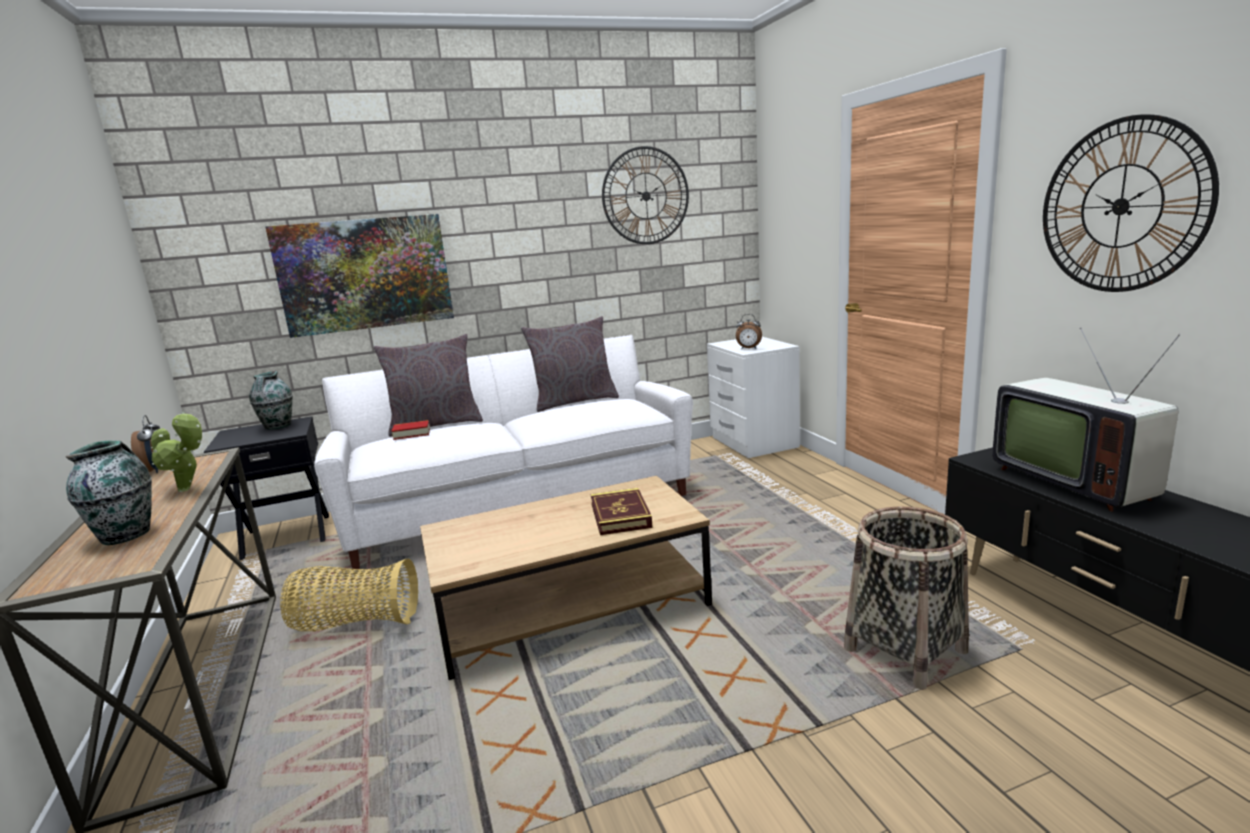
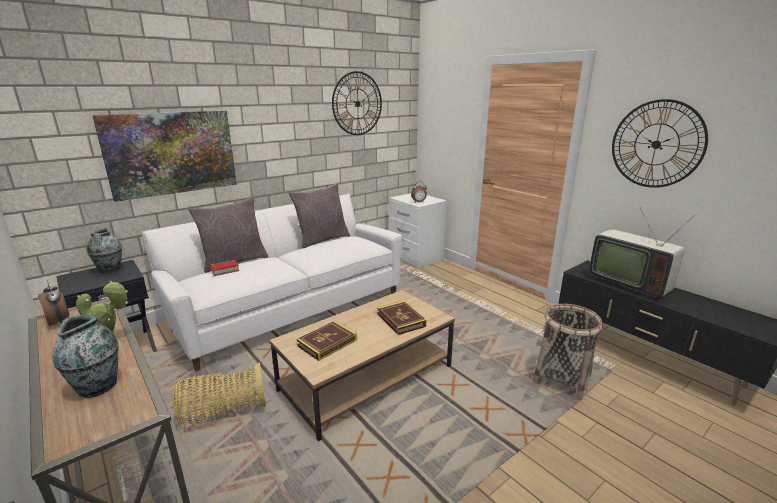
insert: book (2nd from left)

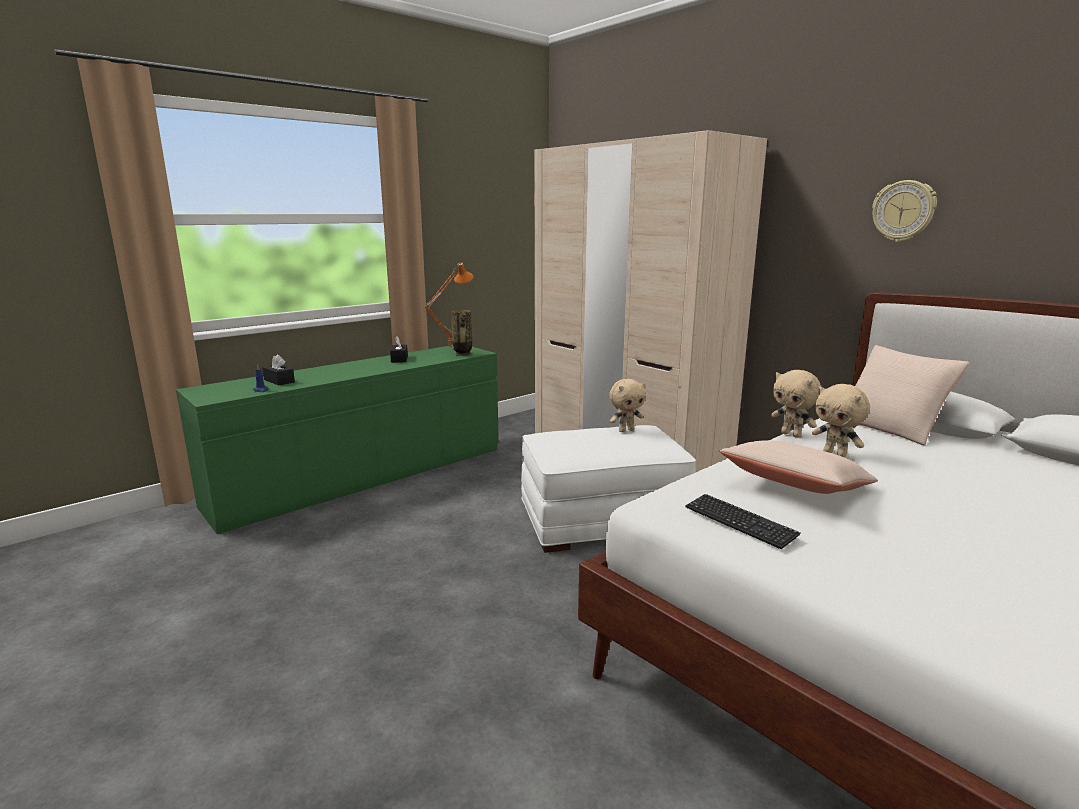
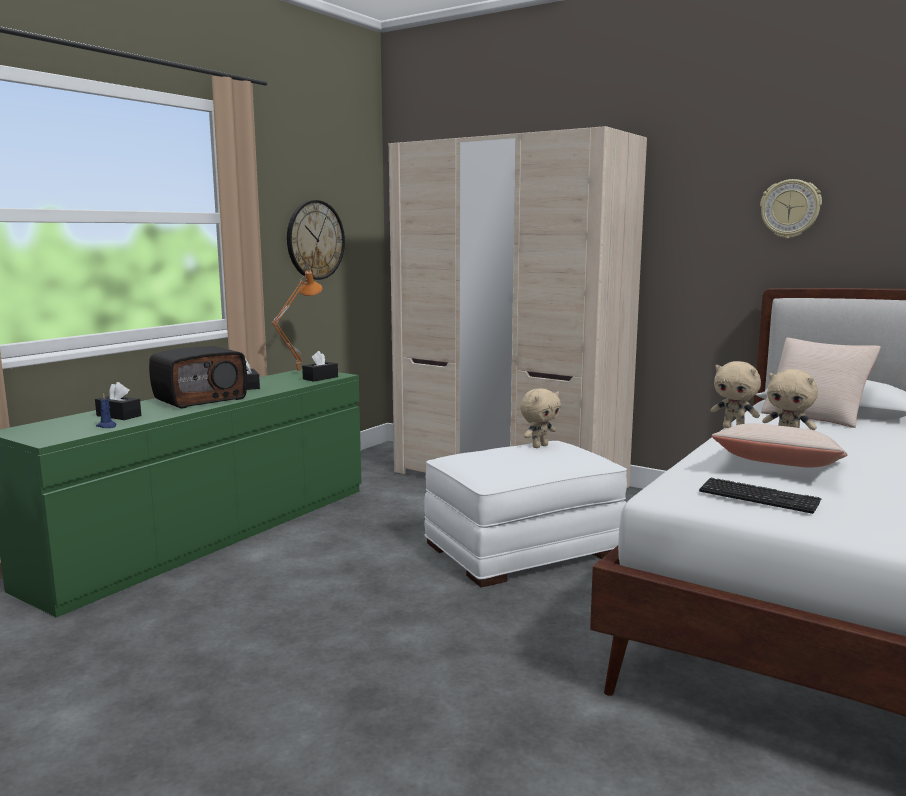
insert: wall clock (1st from left); radio set
replace: flower vase to black-coloured tissue box (3rd from left)

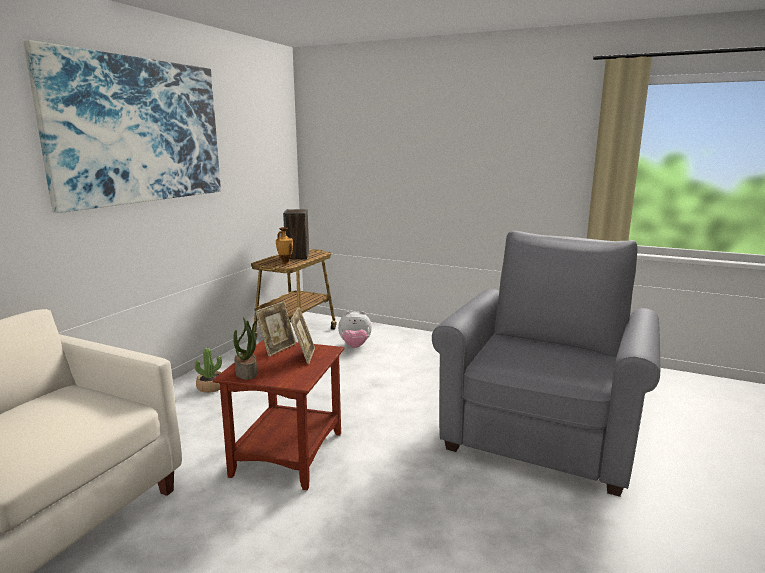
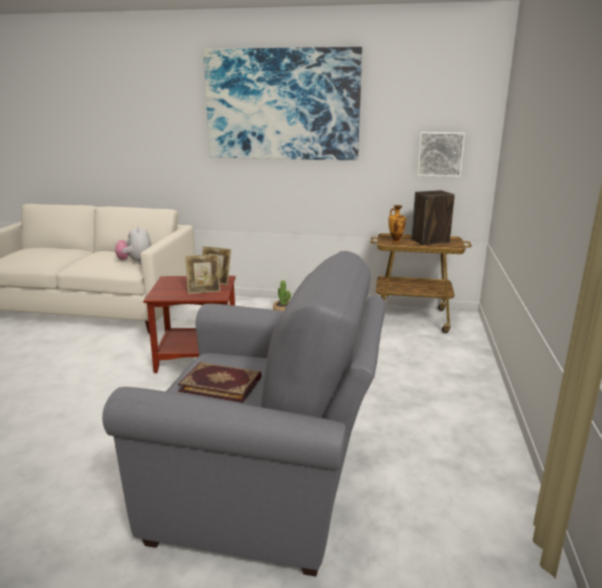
delete: plant in a pot (2nd from left)
insert: picture (2nd from left); book
move: plush toy

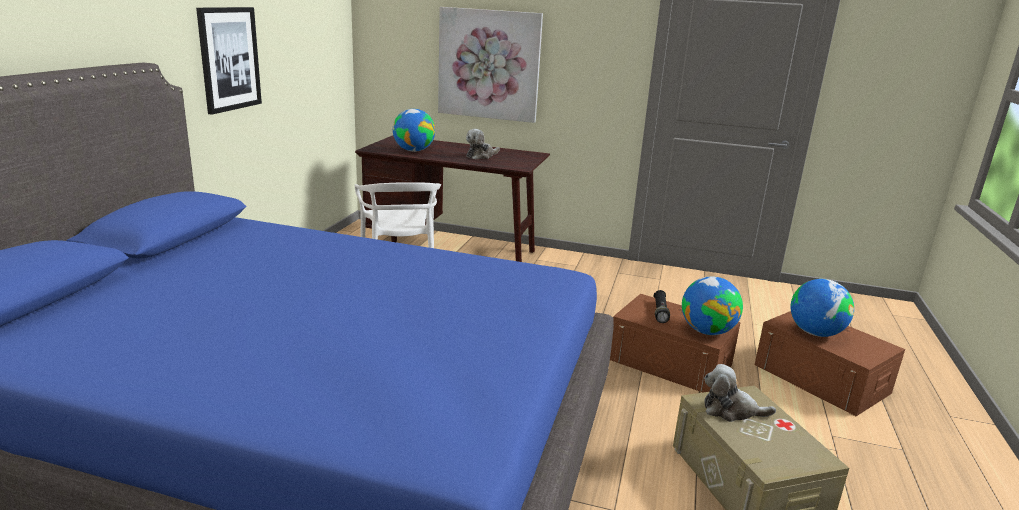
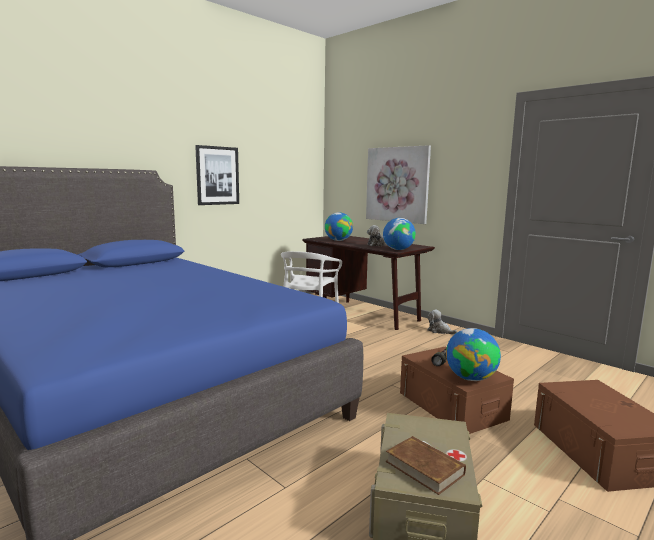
insert: brown-coloured book
move: desk globe (3rd from left in the first image) to desk globe (2nd from left); plush toy (2nd from left)

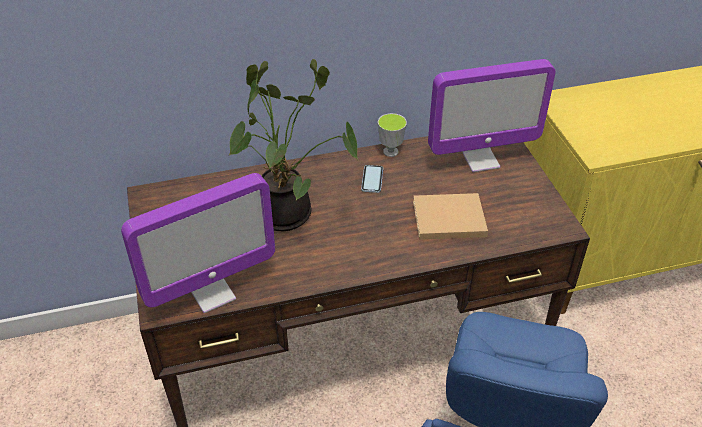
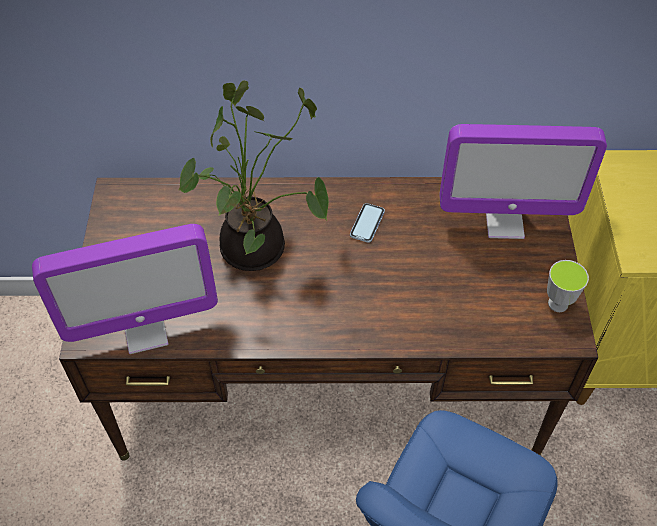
delete: beige book
move: drinking cup

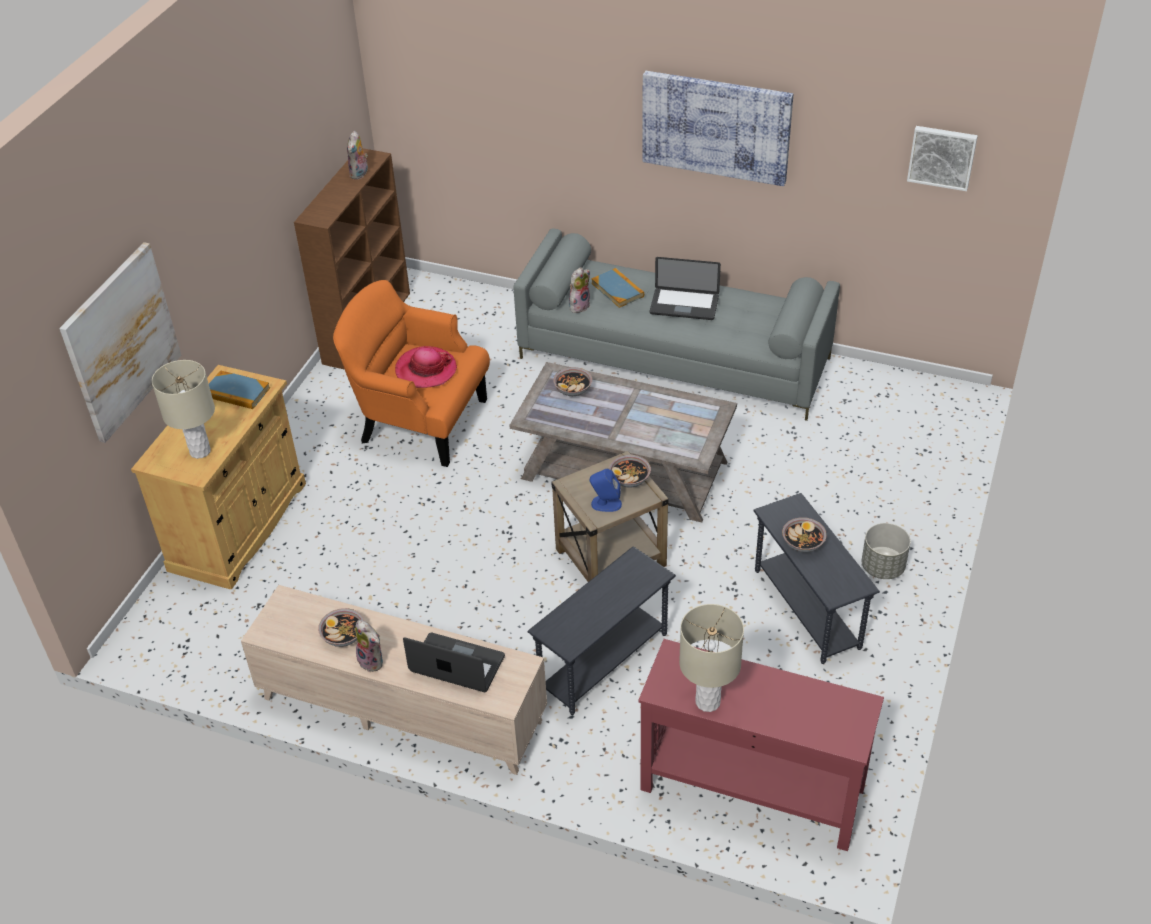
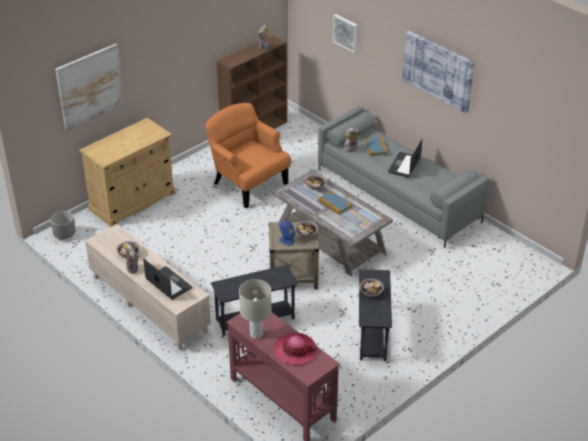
delete: beige lamp for a table (1st from left)
move: picture (3rd from left in the first image) to picture (2nd from left); hat; book (1st from left); greyish plant pot
rotate: notebook computer (2nd from left) 75 degrees clockwise

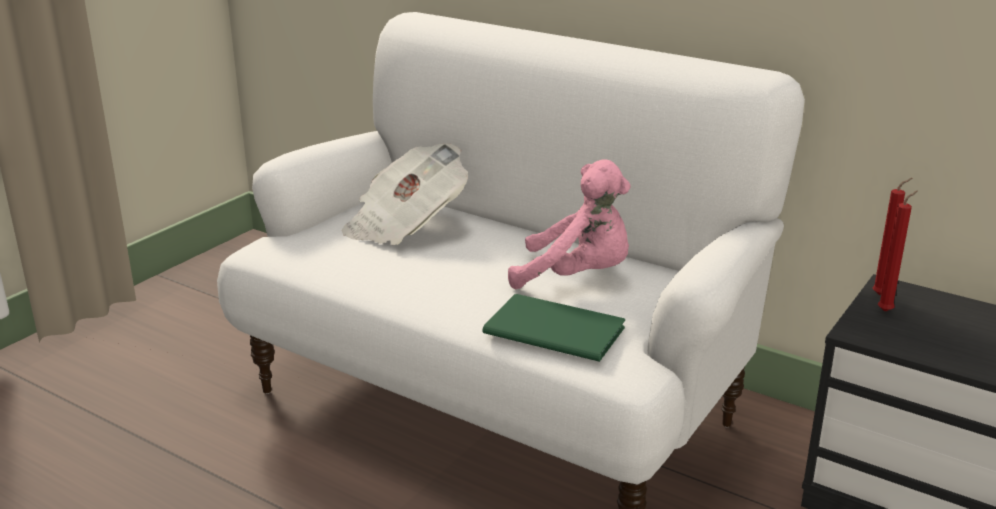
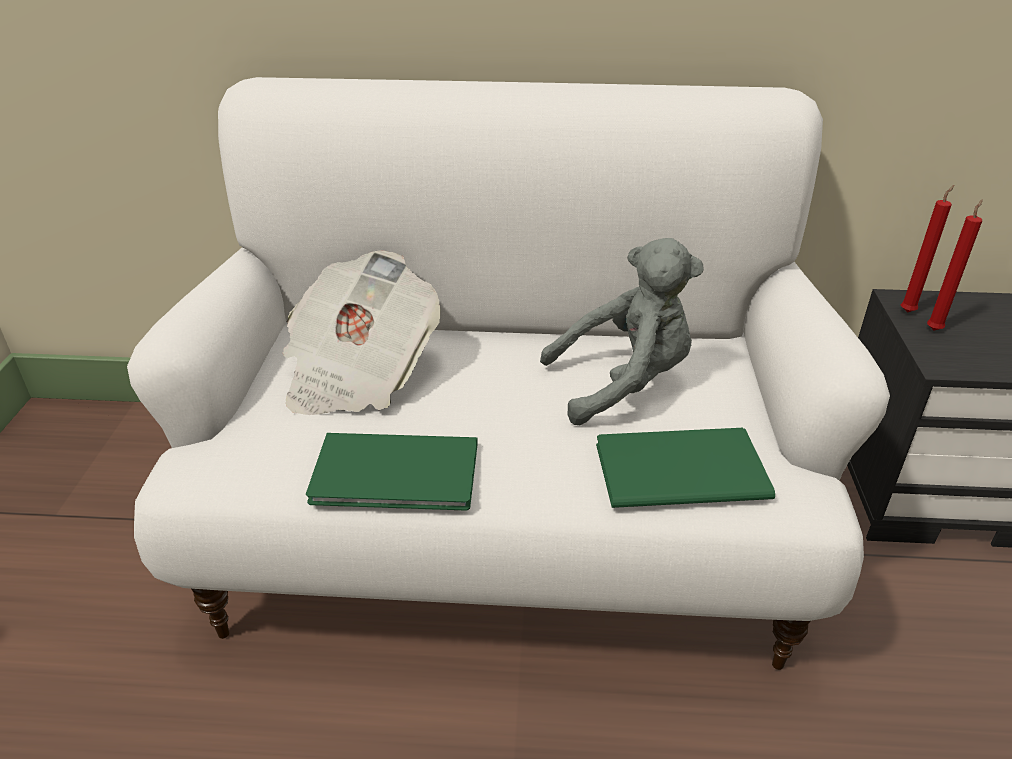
insert: greenish book (1st from left)
recolor: pink-coloured plush toy to greyish plush toy

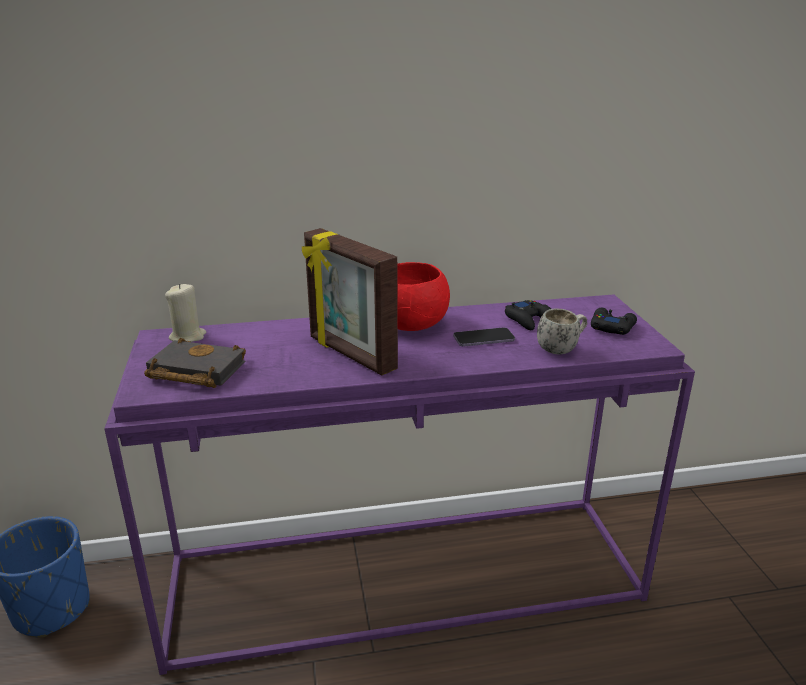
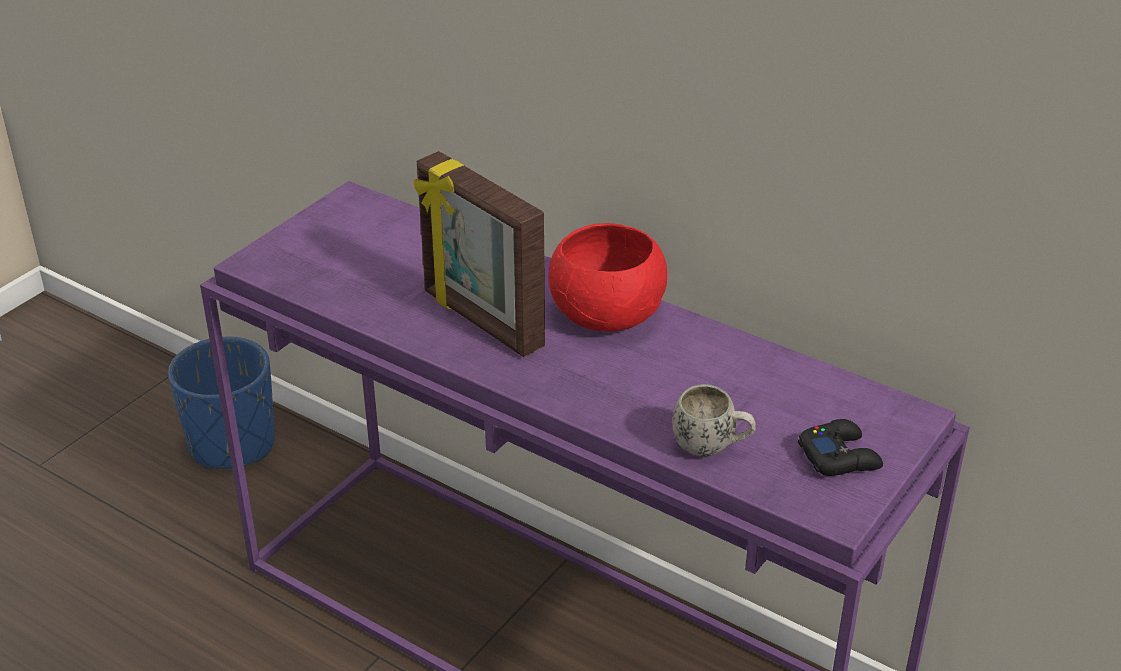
delete: beige candle; black-coloured game controller (1st from left); phone; black-coloured book
rotate: photo frame 45 degrees counterclockwise

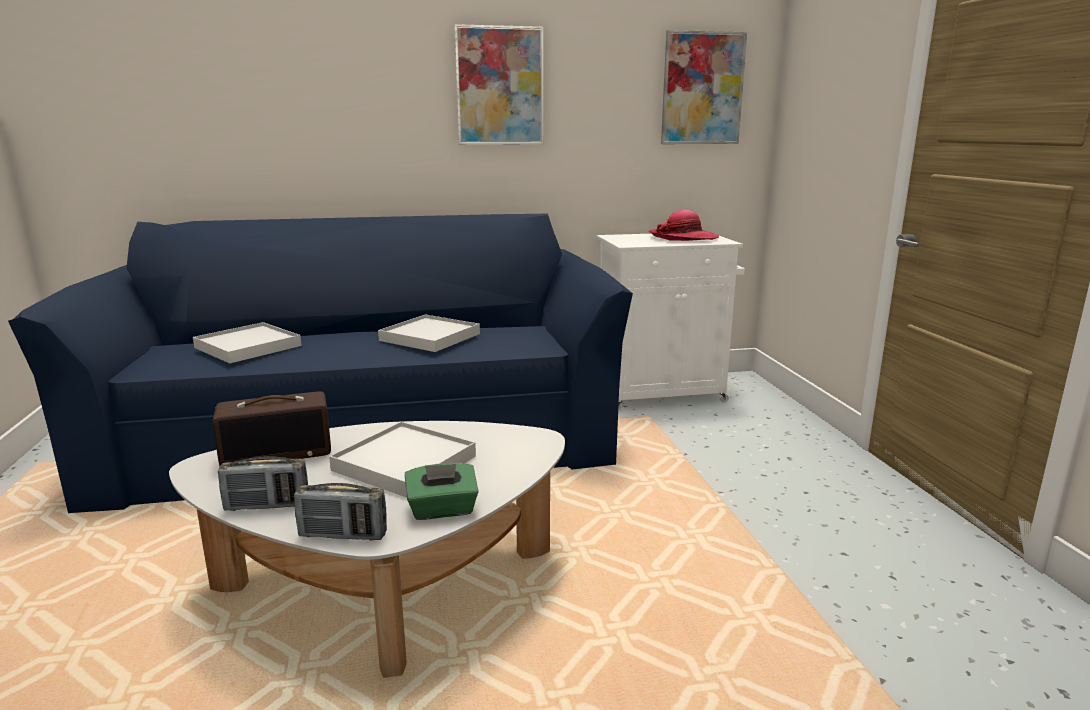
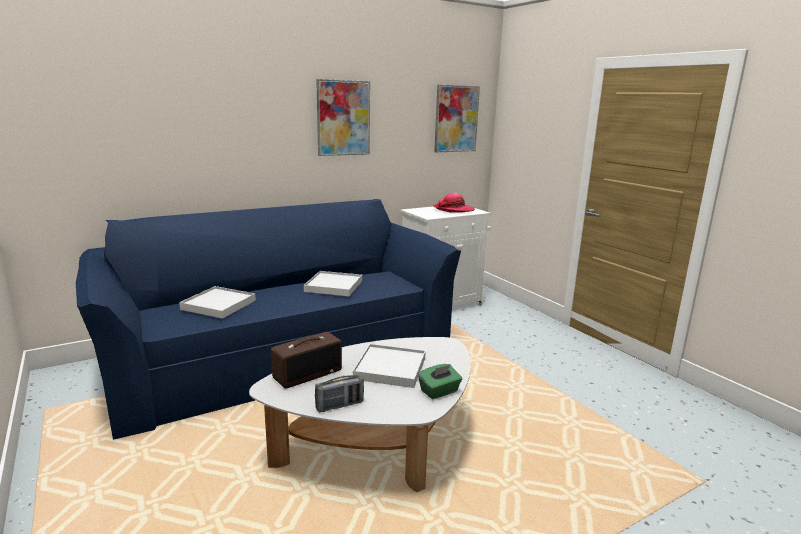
delete: radio set (3rd from left)

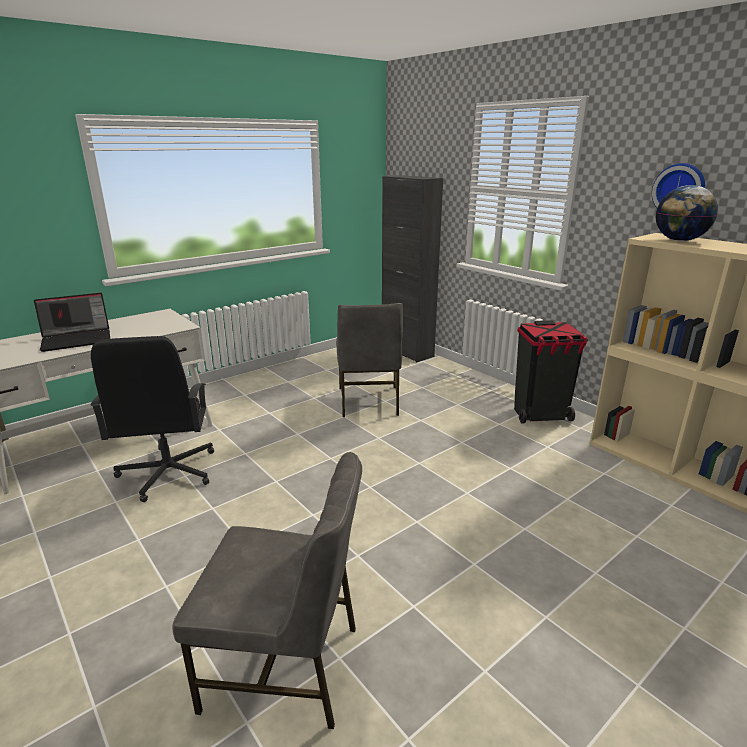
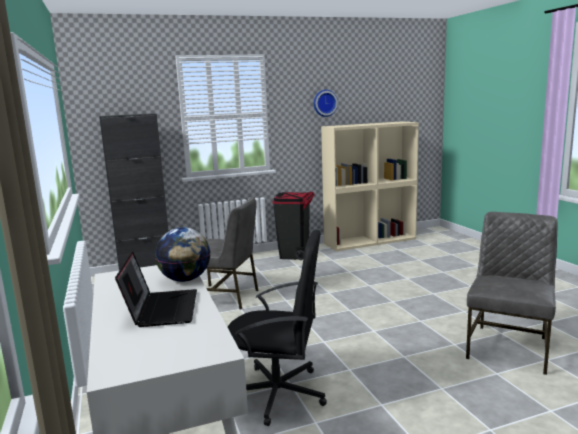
move: desk globe

